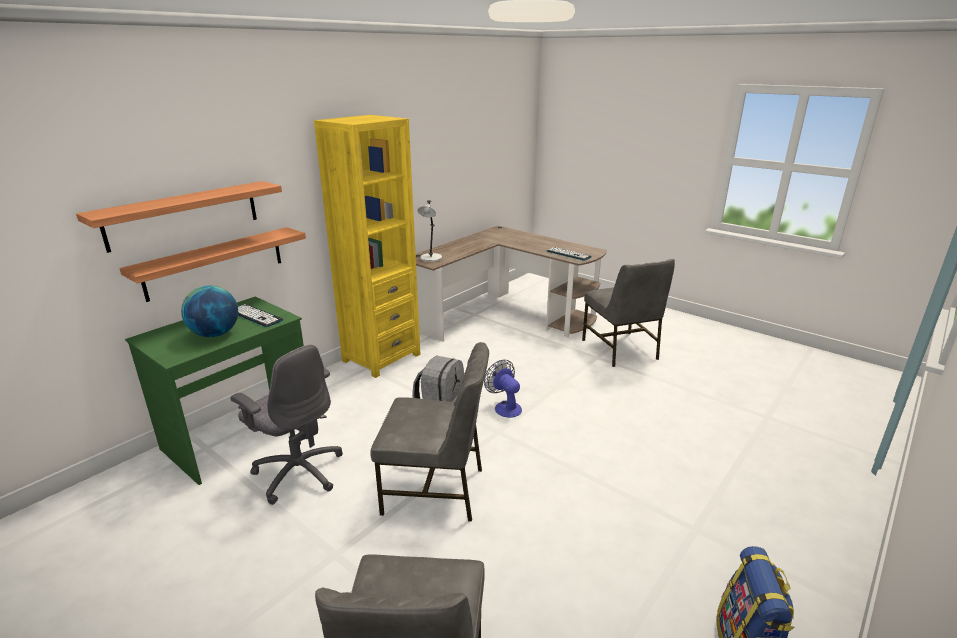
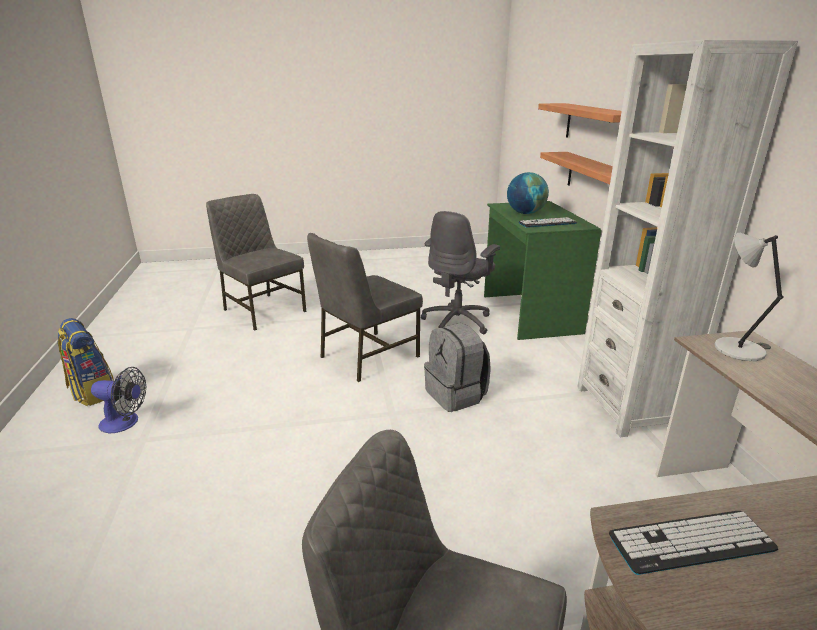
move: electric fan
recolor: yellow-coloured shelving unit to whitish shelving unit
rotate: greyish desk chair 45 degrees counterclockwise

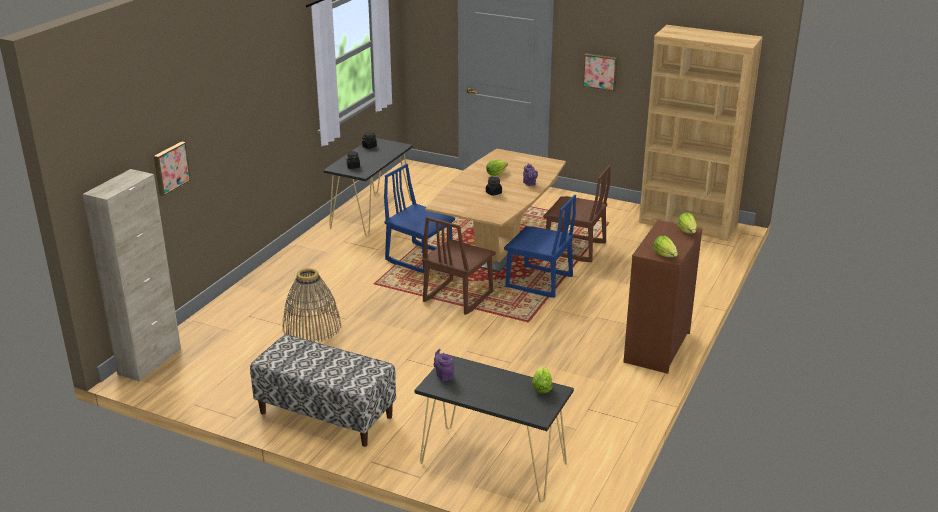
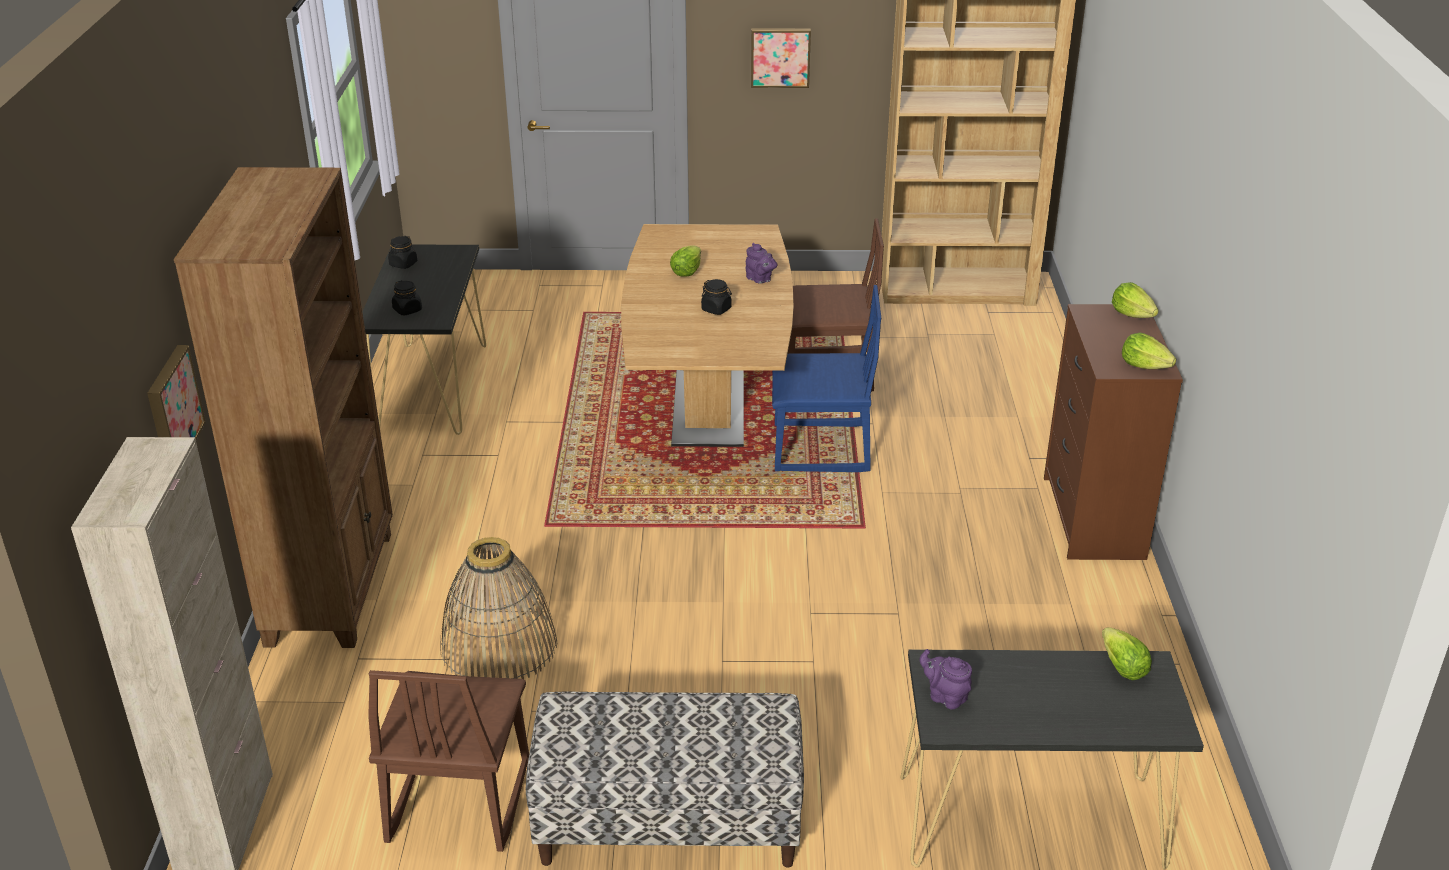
delete: blue-coloured upright chair (1st from left)
insert: brown-coloured shelving unit (1st from left)
move: brown-coloured upright chair (1st from left)

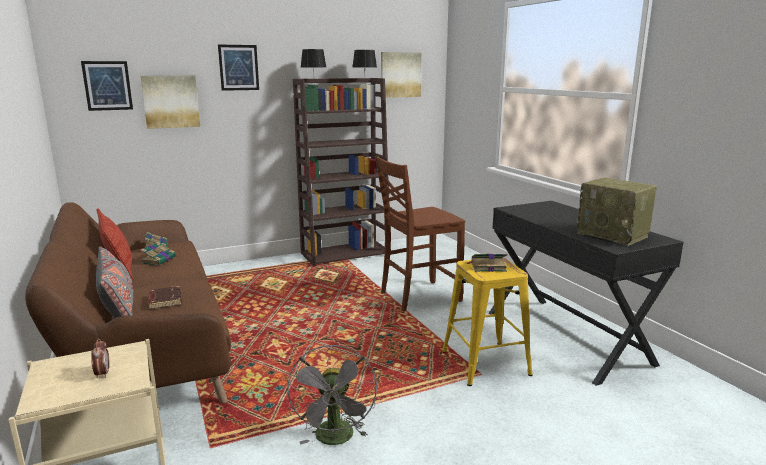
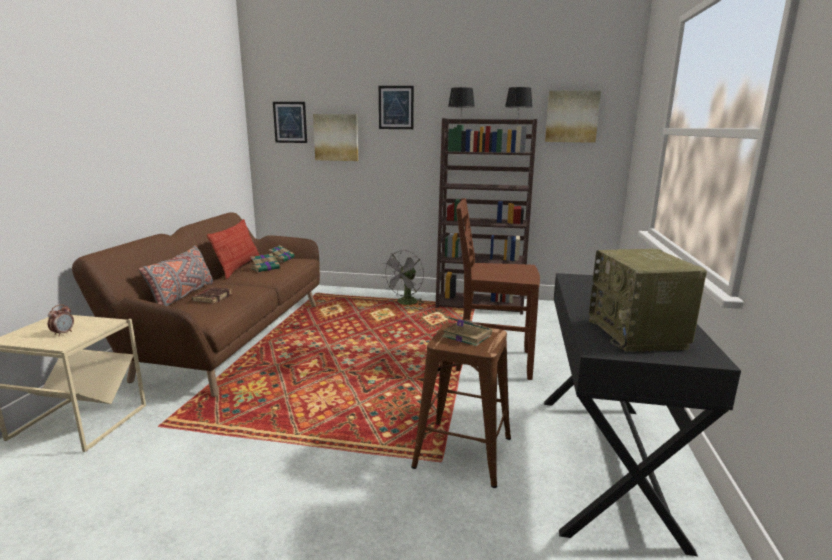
move: greyish electric fan
recolor: yellow-coloured stool to brown-coloured stool

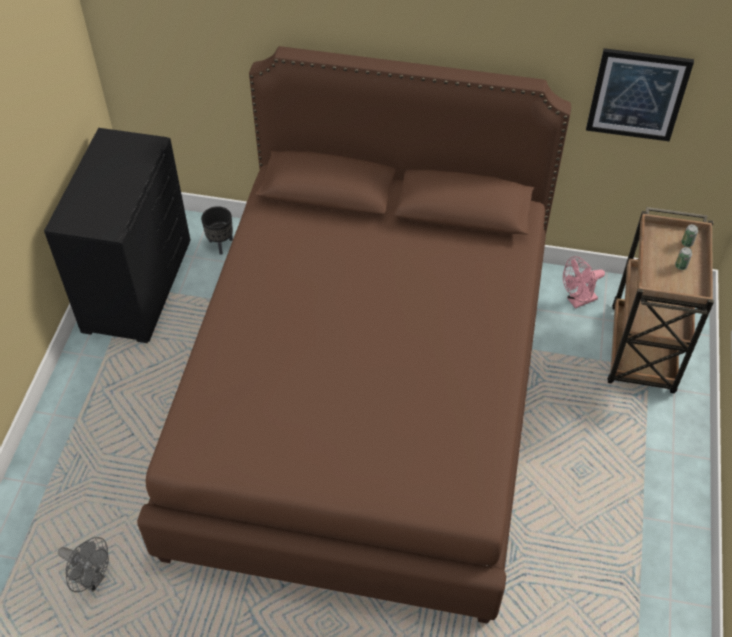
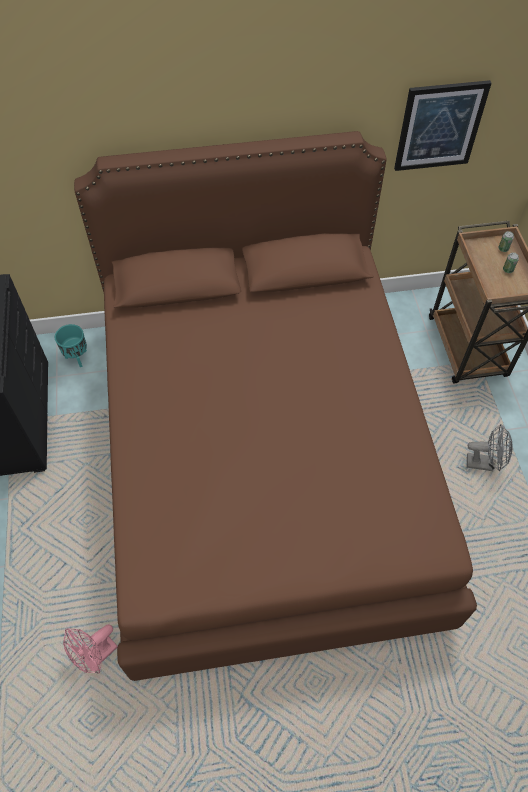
move: pink-coloured electric fan; greyish electric fan
recolor: black-coloured plant pot to blue-green plant pot

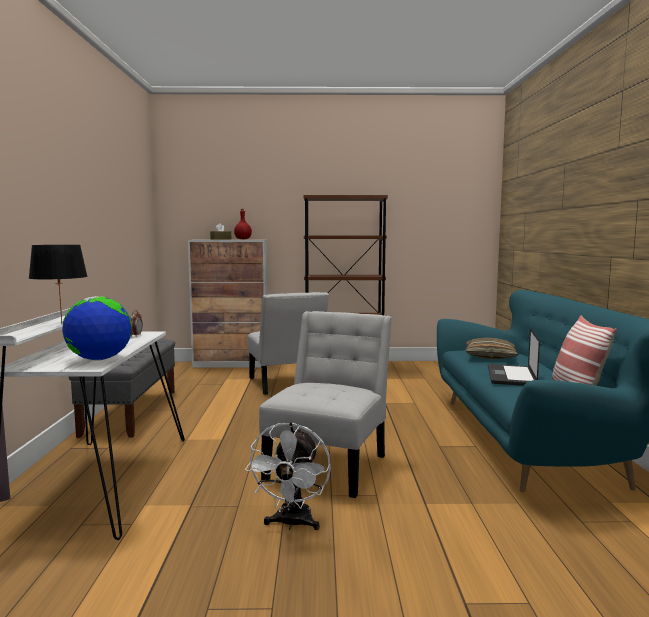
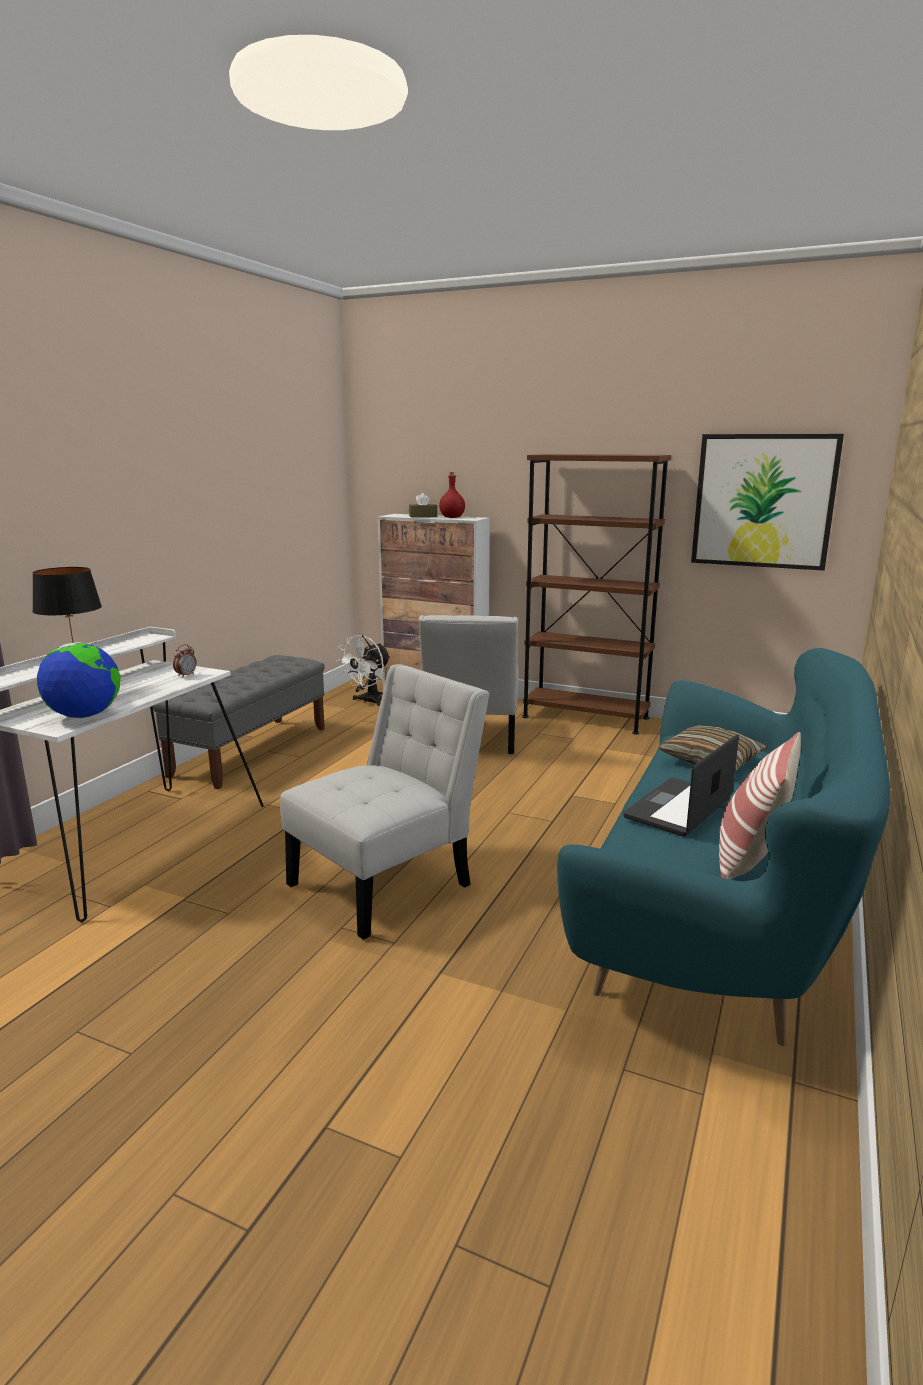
insert: picture
move: whitish electric fan

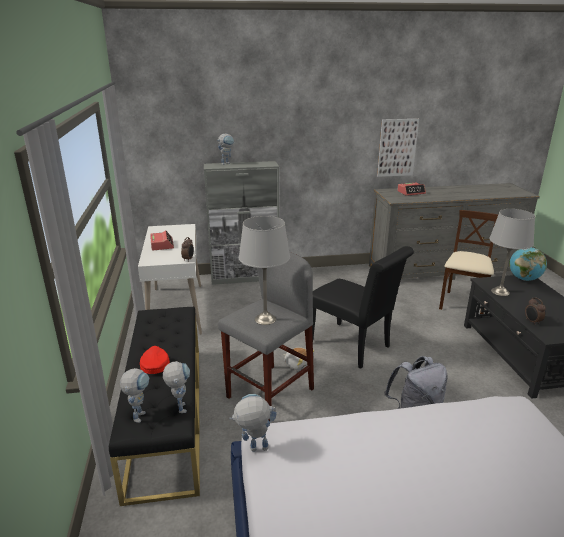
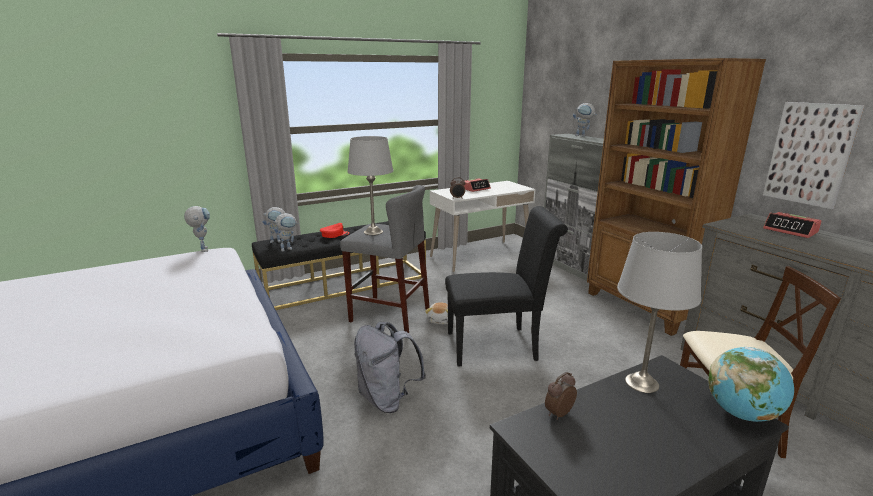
insert: brown-coloured shelving unit
rotate: black-coloured upright chair 120 degrees counterclockwise

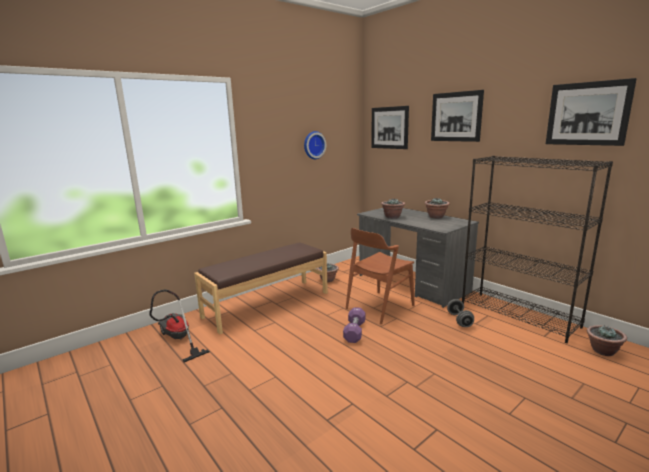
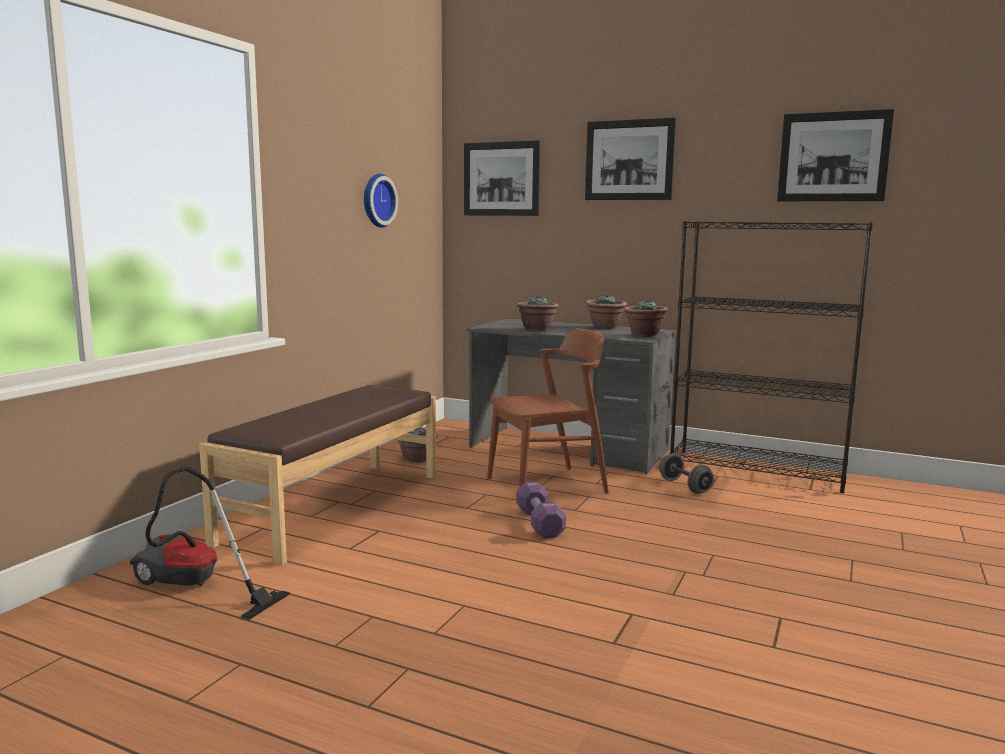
move: plant in a pot (4th from left)
rotate: brown-coloured upright chair 135 degrees counterclockwise

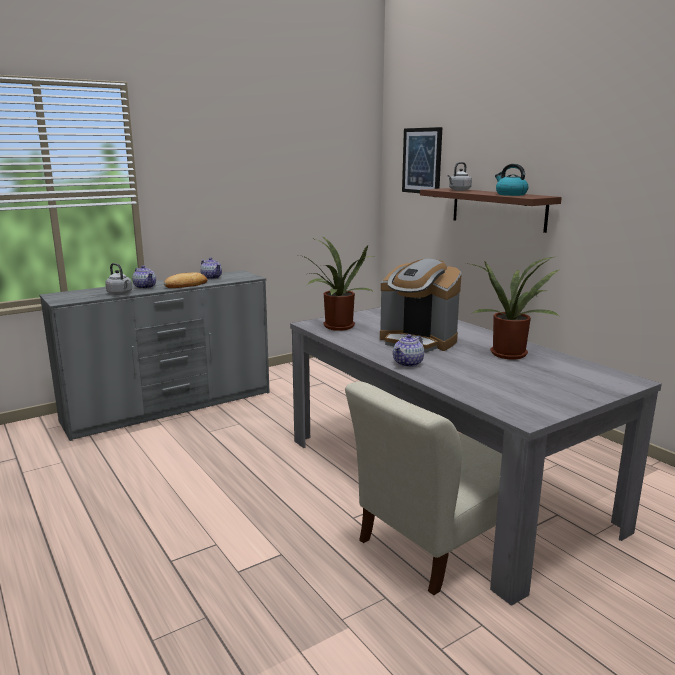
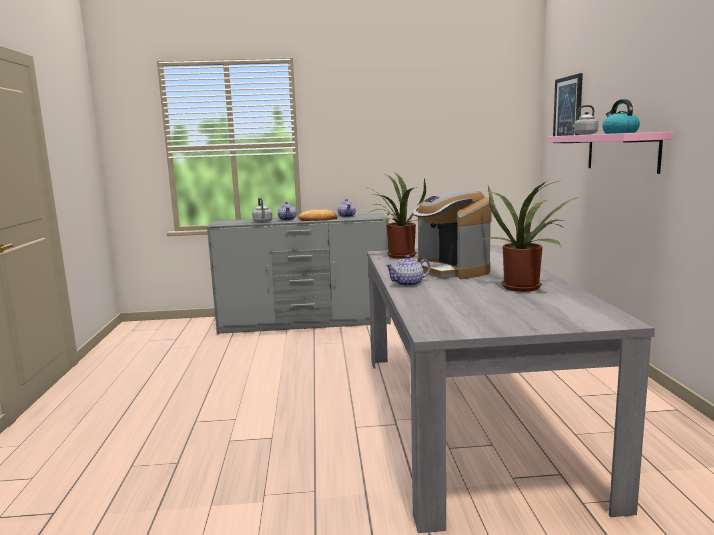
delete: beige upright chair
recolor: brown-coloured wall shelf to pink-coloured wall shelf

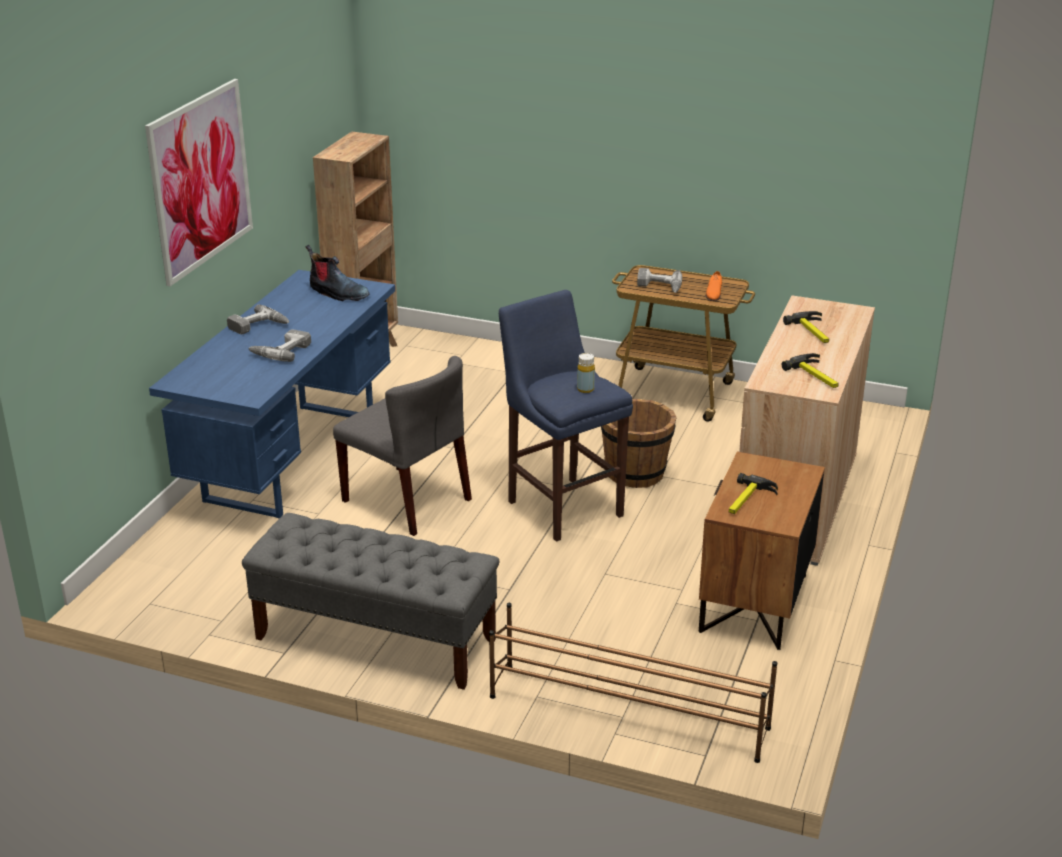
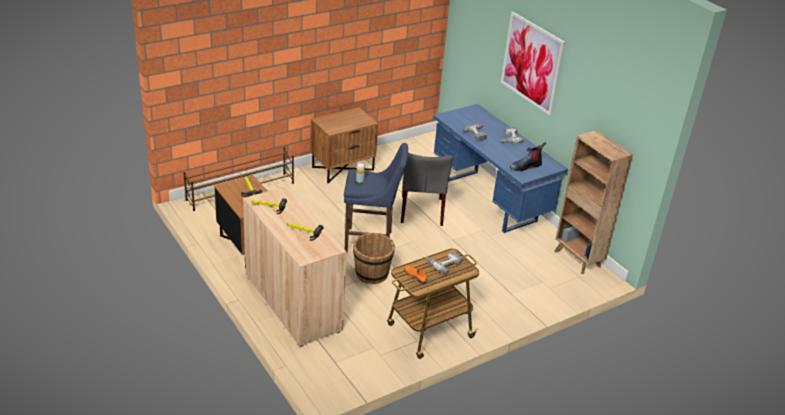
replace: greyish bench to brown-coloured night table (2nd from left)
rotate: greyish upright chair 75 degrees counterclockwise

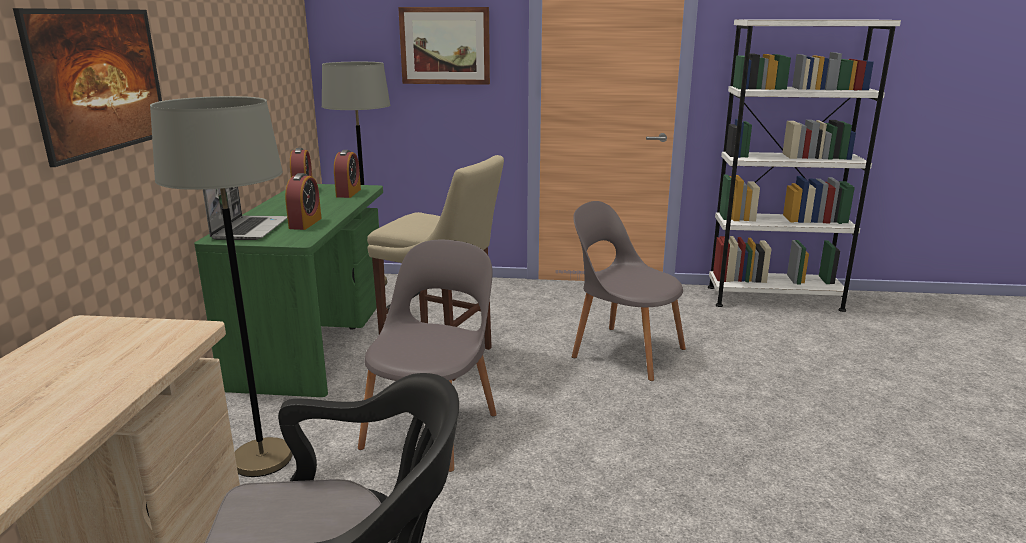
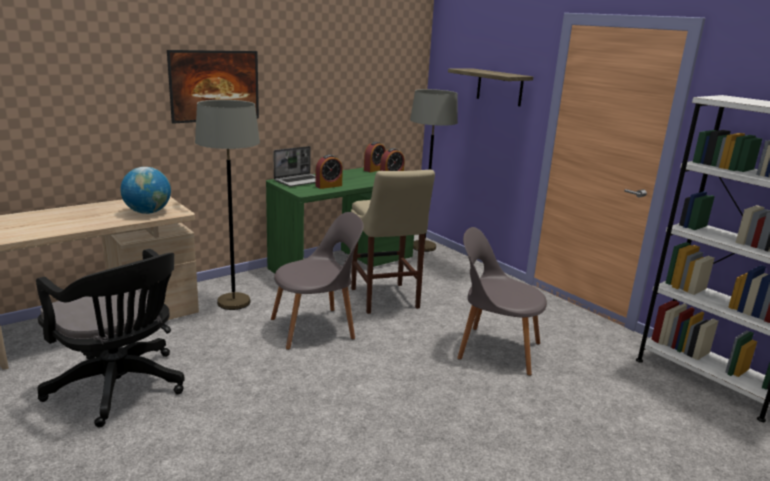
insert: desk globe
replace: picture (2nd from left) to wall shelf
rotate: greyish upright chair (2nd from left) 60 degrees counterclockwise

